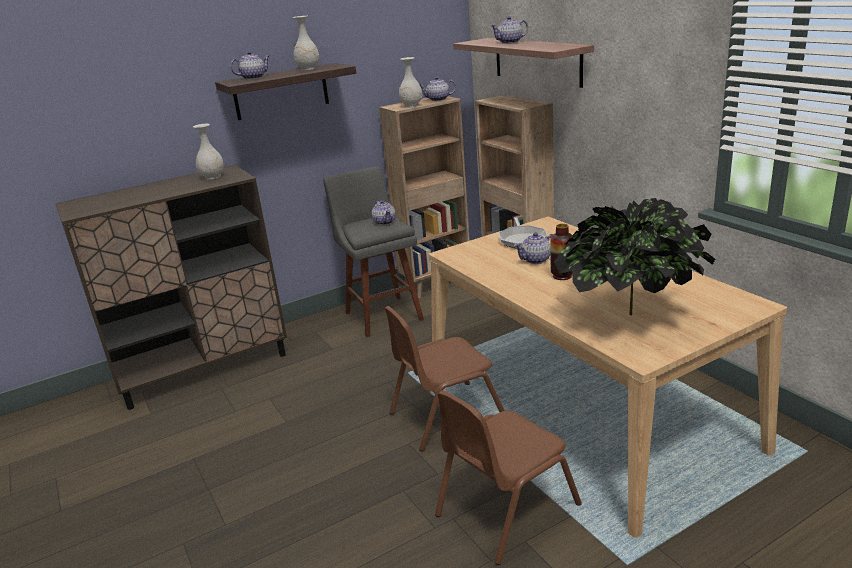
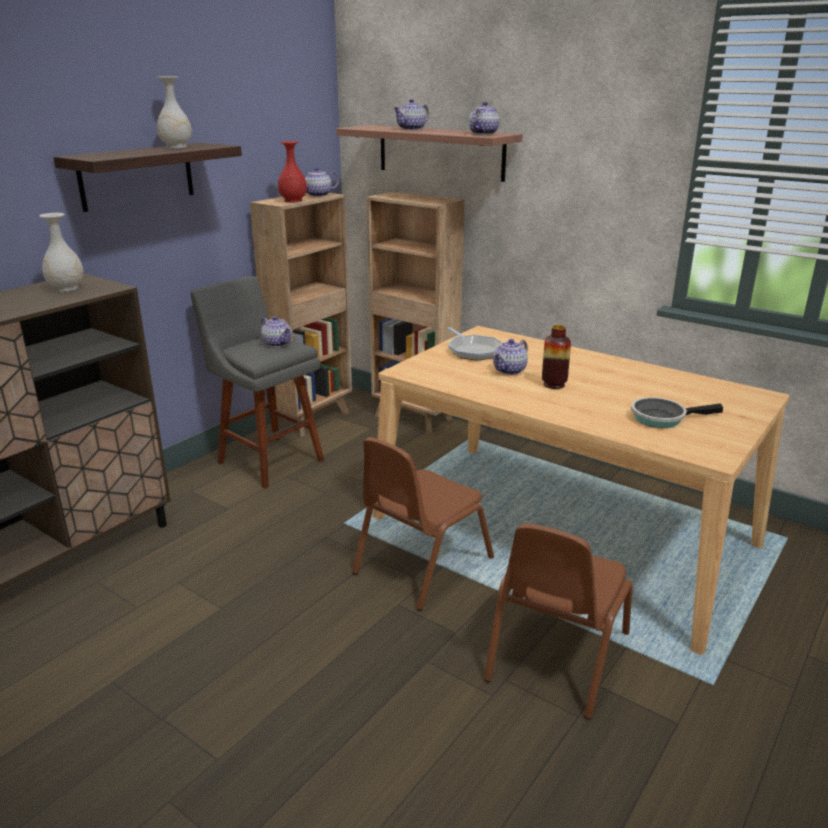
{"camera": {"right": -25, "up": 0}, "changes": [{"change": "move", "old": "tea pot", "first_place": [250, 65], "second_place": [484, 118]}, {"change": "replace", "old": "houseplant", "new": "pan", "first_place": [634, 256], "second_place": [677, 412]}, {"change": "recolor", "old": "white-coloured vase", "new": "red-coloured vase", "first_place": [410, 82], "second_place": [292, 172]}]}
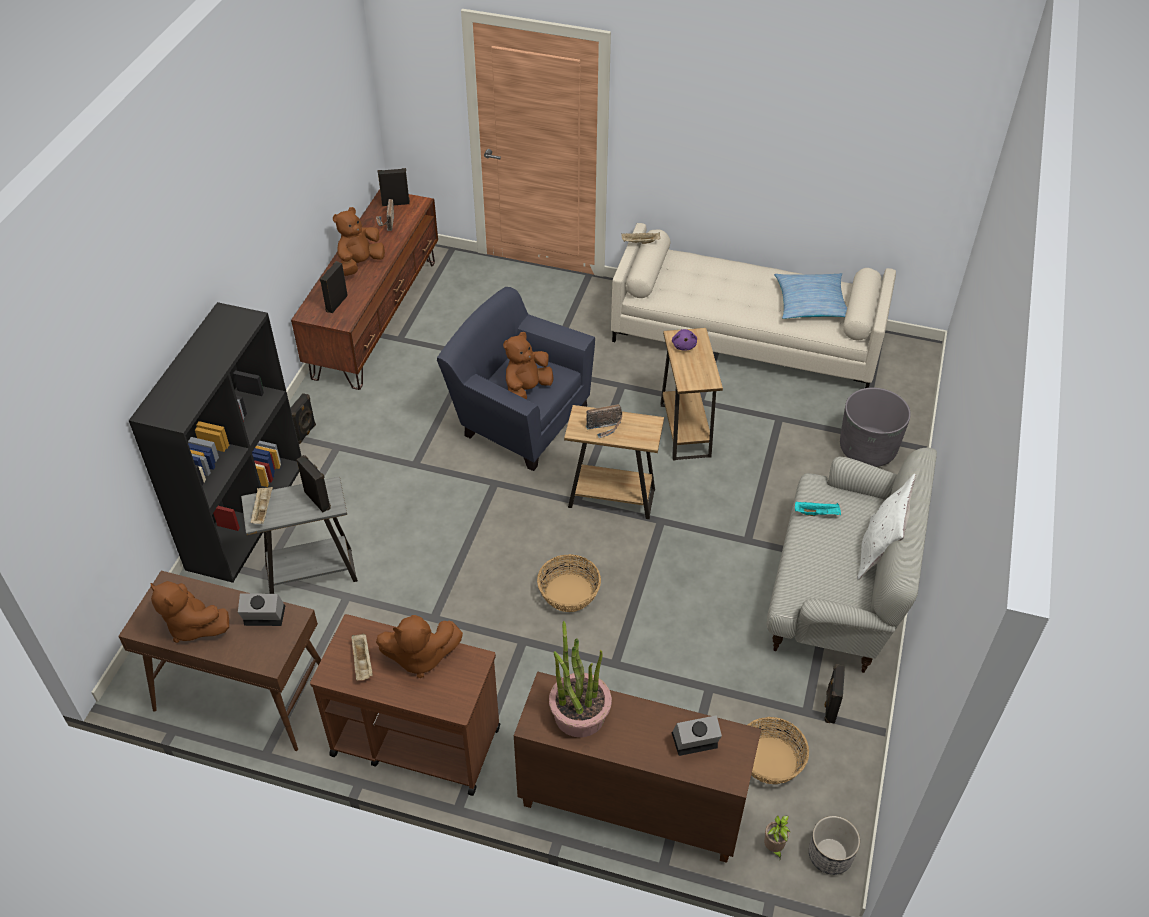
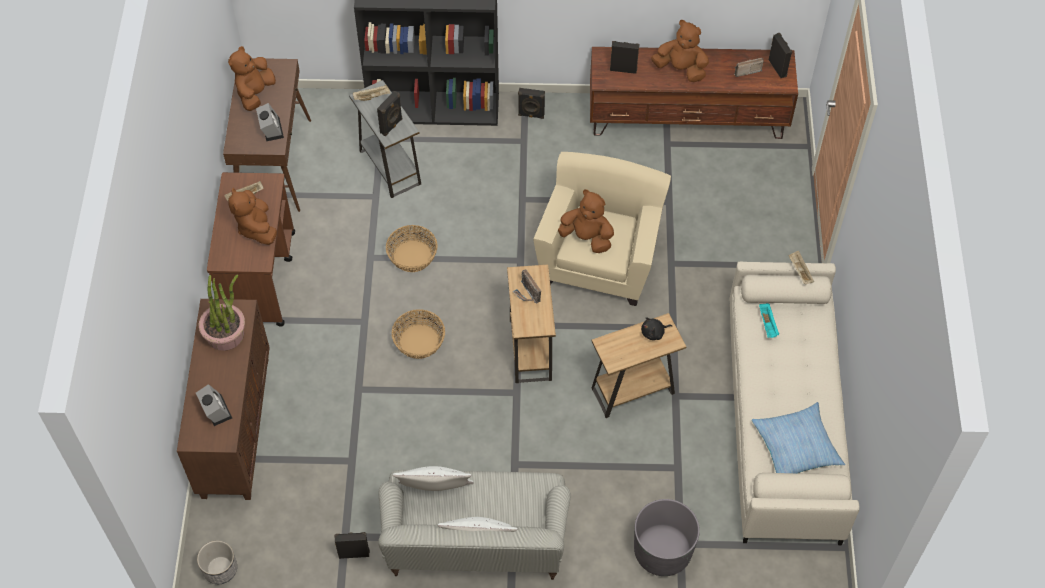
{"camera": {"right": 75, "up": 10}, "changes": [{"change": "delete", "old": "houseplant", "first_place": [777, 837]}, {"change": "insert", "new": "white-coloured cushion", "second_place": [433, 478]}, {"change": "move", "old": "storage basket", "first_place": [778, 750], "second_place": [412, 248]}, {"change": "move", "old": "blue-green serving tray", "first_place": [818, 508], "second_place": [769, 320]}, {"change": "recolor", "old": "bluish lounge chair", "new": "beige-coloured lounge chair", "first_place": [516, 379], "second_place": [602, 229]}, {"change": "recolor", "old": "purple-coloured cuddly toy", "new": "black-coloured cuddly toy", "first_place": [684, 340], "second_place": [656, 328]}]}
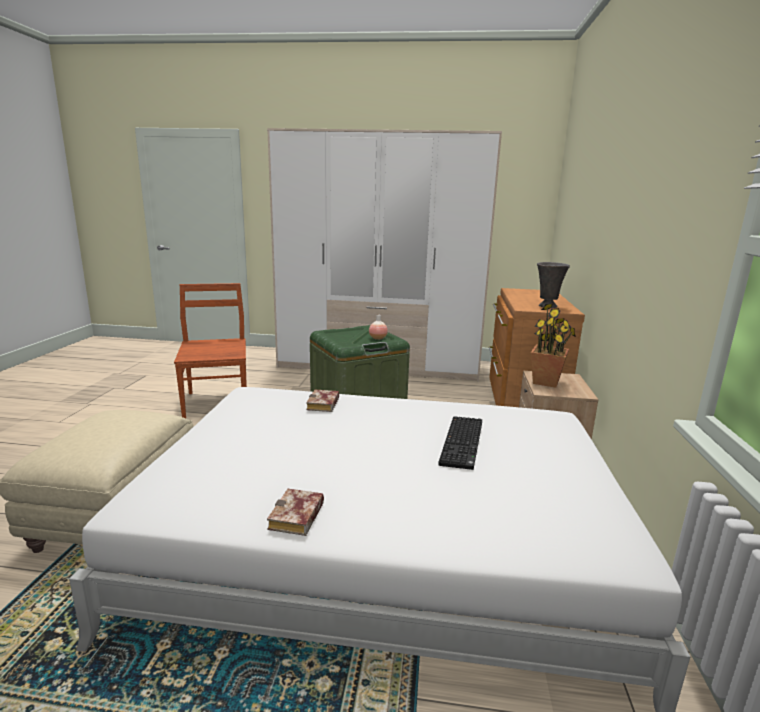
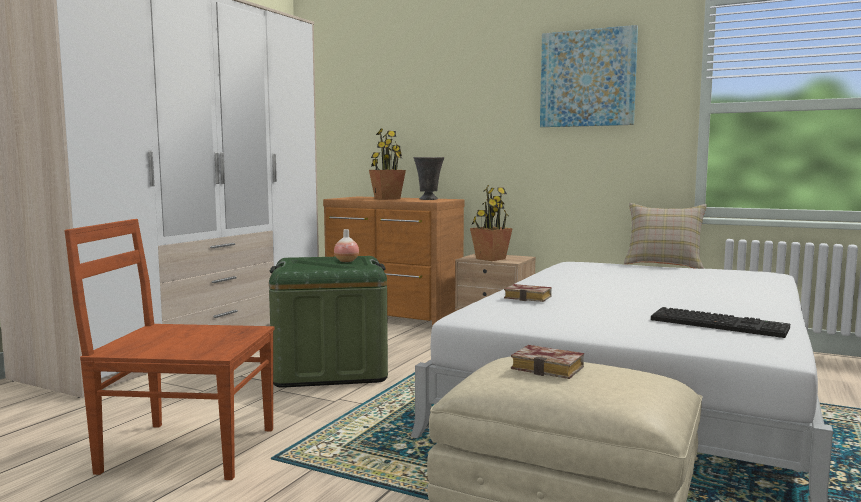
{"camera": {"right": -70, "up": -10}, "changes": [{"change": "insert", "new": "houseplant", "second_place": [387, 164]}, {"change": "insert", "new": "wall picture", "second_place": [589, 76]}, {"change": "insert", "new": "beige-coloured cushion", "second_place": [665, 236]}, {"change": "move", "old": "book", "first_place": [295, 512], "second_place": [547, 362]}, {"change": "move", "old": "PC keyboard", "first_place": [460, 443], "second_place": [720, 322]}]}
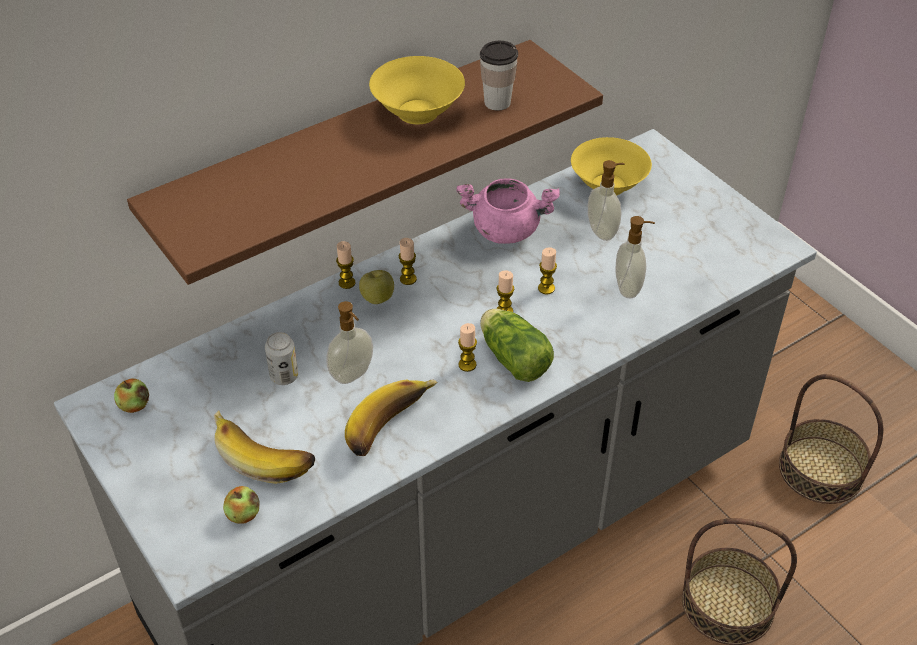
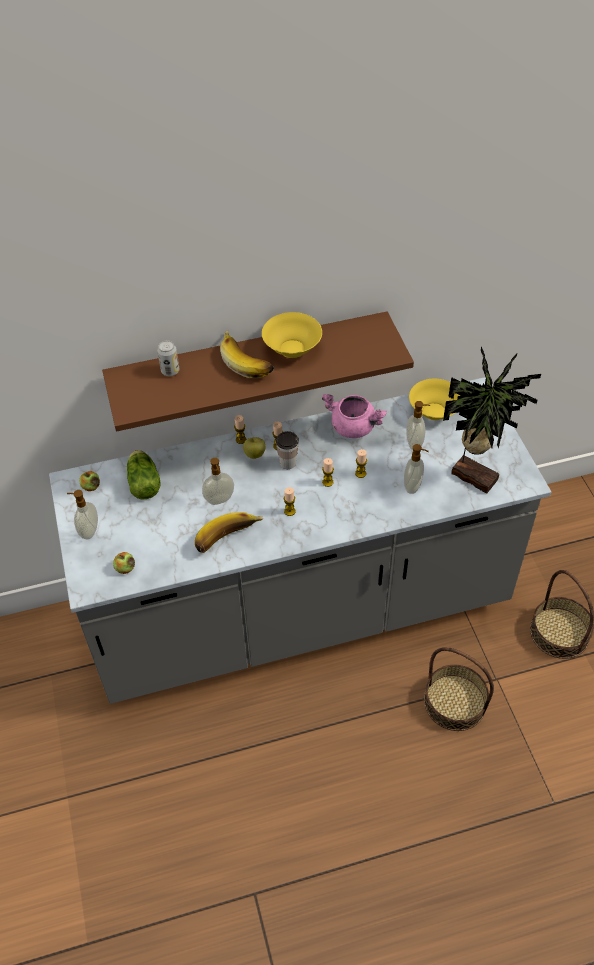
{"camera": {"right": 20, "up": 5}, "changes": [{"change": "insert", "new": "liquid soap bottle", "second_place": [82, 514]}, {"change": "insert", "new": "houseplant", "second_place": [492, 419]}, {"change": "move", "old": "whole banana", "first_place": [264, 447], "second_place": [247, 354]}, {"change": "move", "old": "sealed can", "first_place": [281, 358], "second_place": [168, 358]}, {"change": "move", "old": "drinking cup", "first_place": [499, 76], "second_place": [287, 450]}, {"change": "move", "old": "lettuce head", "first_place": [517, 345], "second_place": [144, 474]}]}
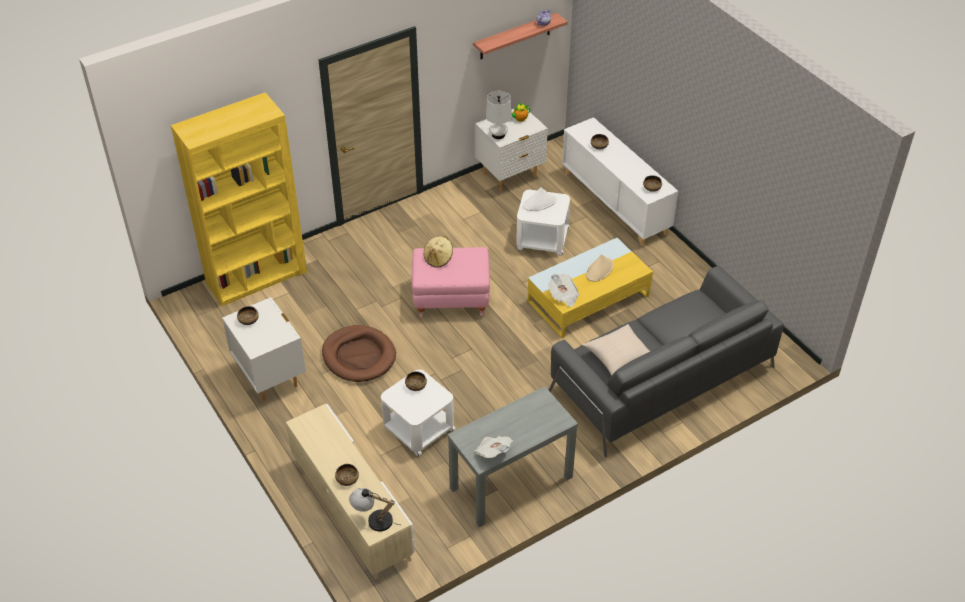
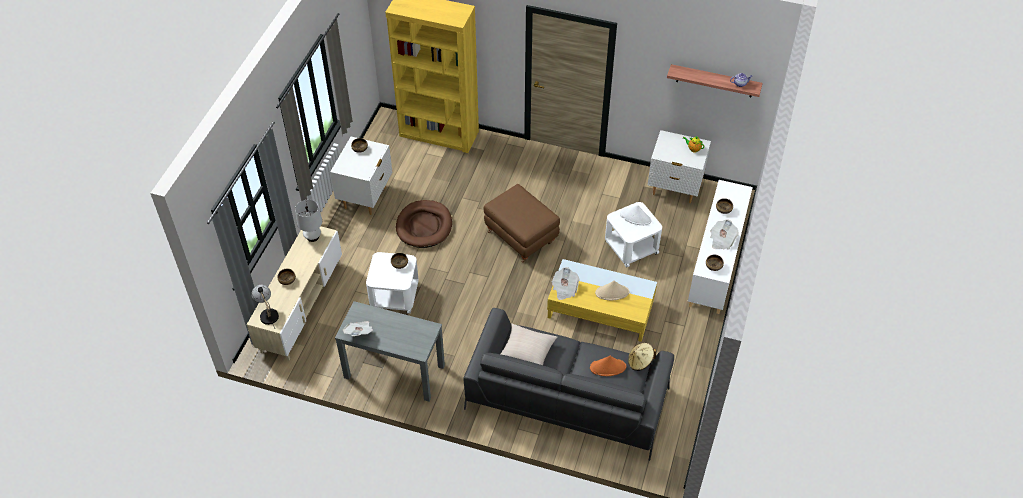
{"camera": {"right": 50, "up": 5}, "changes": [{"change": "insert", "new": "orange-coloured hat", "second_place": [608, 366]}, {"change": "insert", "new": "printed paper", "second_place": [724, 234]}, {"change": "move", "old": "beige-coloured hat", "first_place": [438, 252], "second_place": [642, 357]}, {"change": "move", "old": "white-coloured lamp for a table", "first_place": [499, 115], "second_place": [308, 221]}, {"change": "recolor", "old": "pinkish ottoman", "new": "brown-coloured ottoman", "first_place": [451, 282], "second_place": [522, 223]}]}
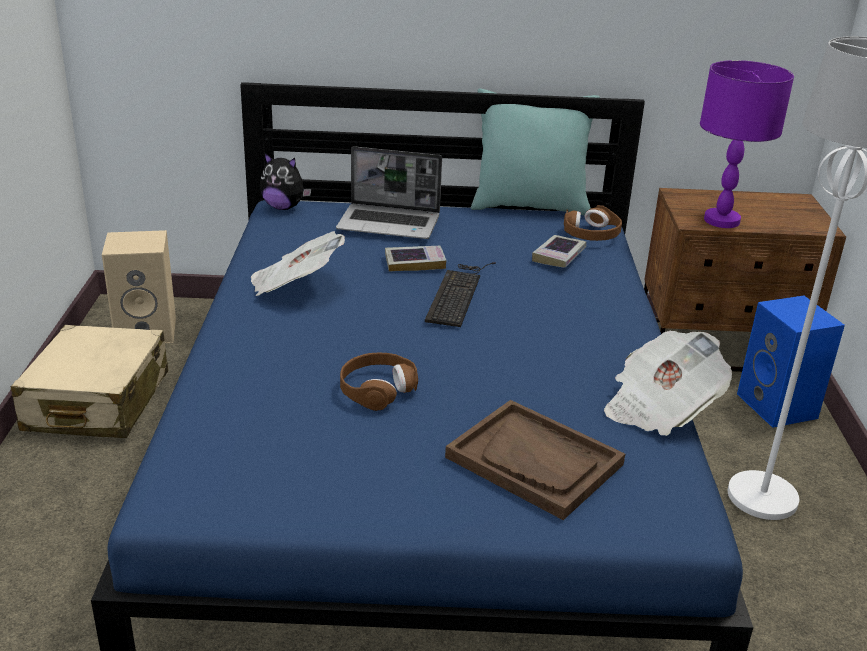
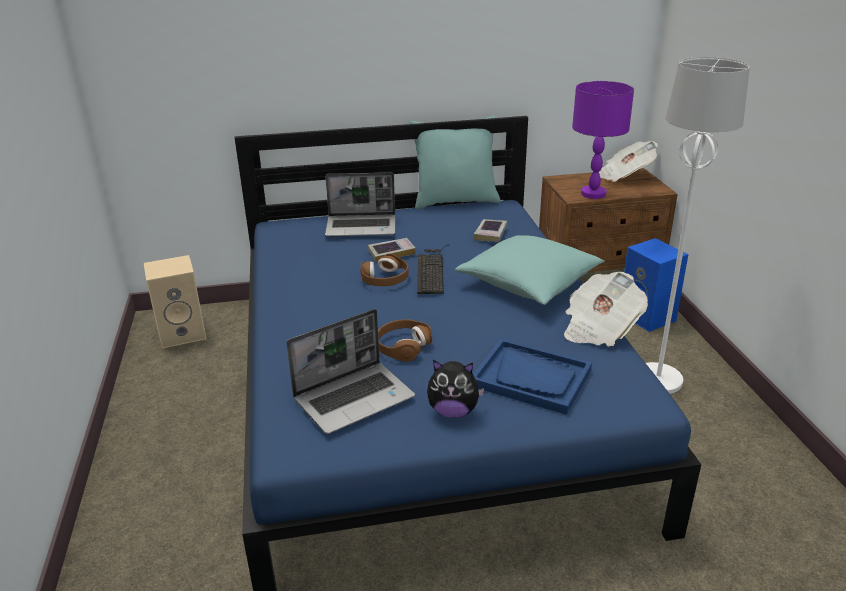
{"camera": {"right": -10, "up": 0}, "changes": [{"change": "delete", "old": "beige-coloured travel case", "first_place": [89, 381]}, {"change": "insert", "new": "laptop", "second_place": [350, 371]}, {"change": "insert", "new": "blue-green cushion", "second_place": [530, 270]}, {"change": "move", "old": "printed paper", "first_place": [298, 263], "second_place": [629, 161]}, {"change": "move", "old": "cuddly toy", "first_place": [285, 181], "second_place": [455, 389]}, {"change": "move", "old": "brown-coloured headphones", "first_place": [593, 223], "second_place": [384, 269]}, {"change": "recolor", "old": "brown-coloured serving tray", "new": "bluish serving tray", "first_place": [535, 460], "second_place": [532, 377]}]}
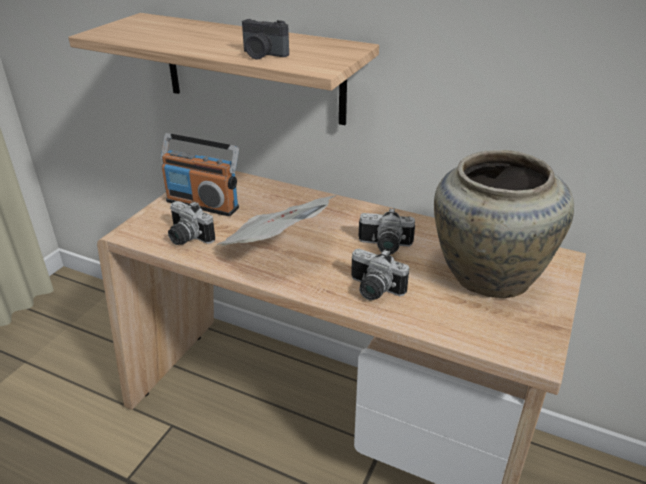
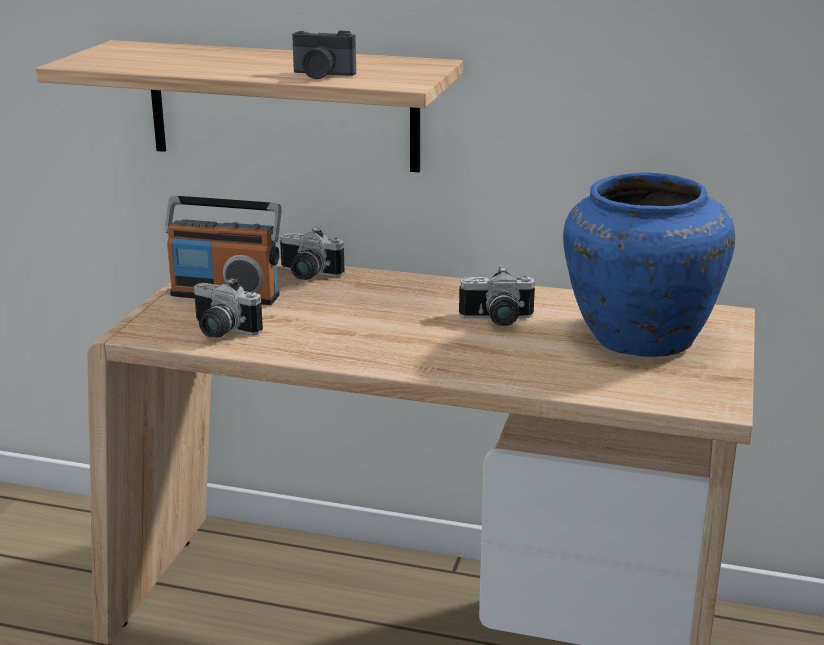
{"camera": {"right": -10, "up": -10}, "changes": [{"change": "delete", "old": "printed paper", "first_place": [277, 220]}, {"change": "move", "old": "photo camera", "first_place": [380, 274], "second_place": [312, 253]}, {"change": "recolor", "old": "beige-coloured vase", "new": "bluish vase", "first_place": [504, 224], "second_place": [649, 264]}]}
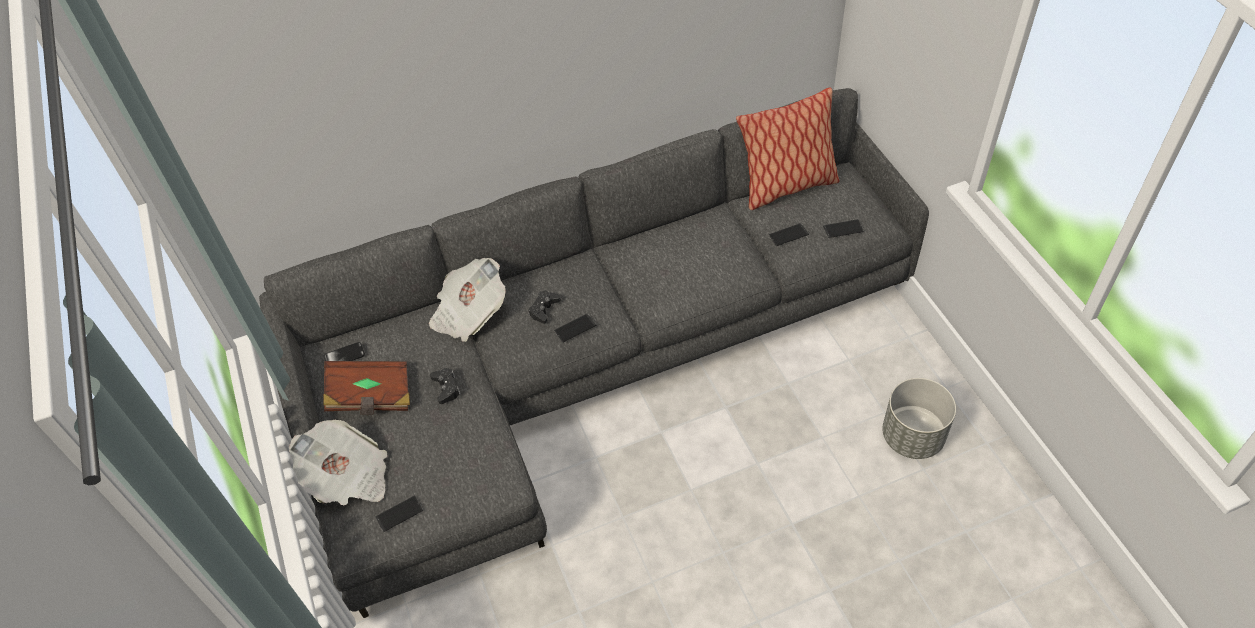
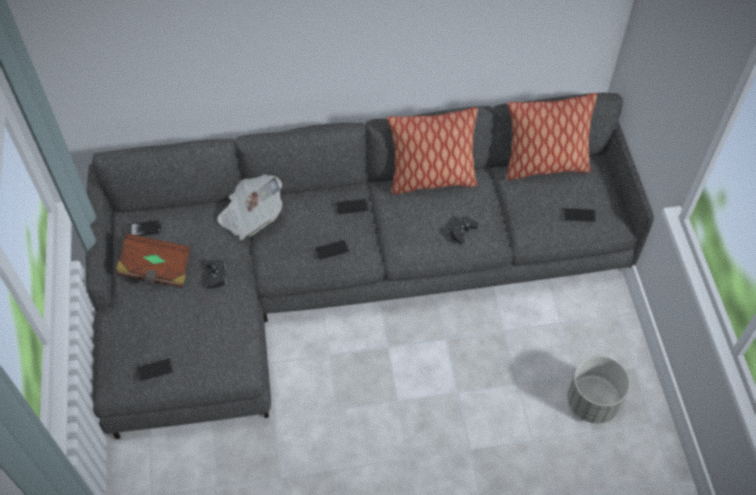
{"camera": {"right": 10, "up": 5}, "changes": [{"change": "delete", "old": "printed paper", "first_place": [338, 462]}, {"change": "insert", "new": "cushion", "second_place": [432, 151]}, {"change": "move", "old": "black-coloured game controller", "first_place": [544, 307], "second_place": [464, 231]}, {"change": "move", "old": "telephone", "first_place": [789, 234], "second_place": [352, 206]}]}
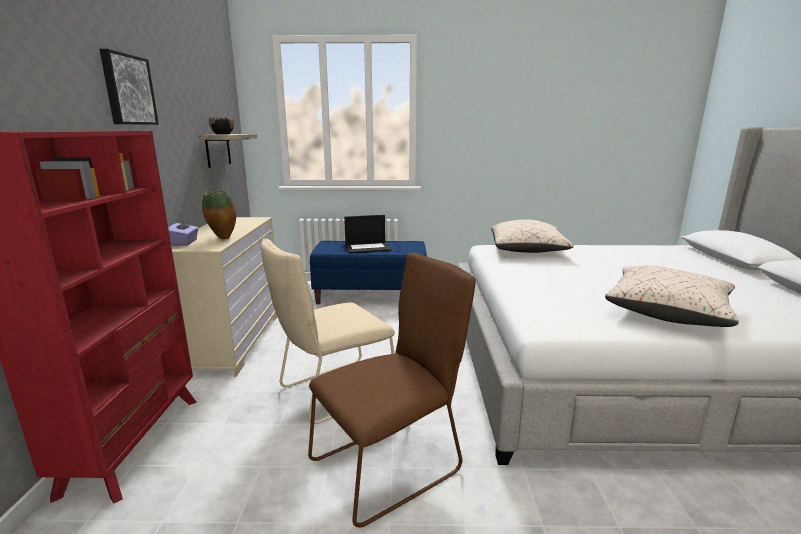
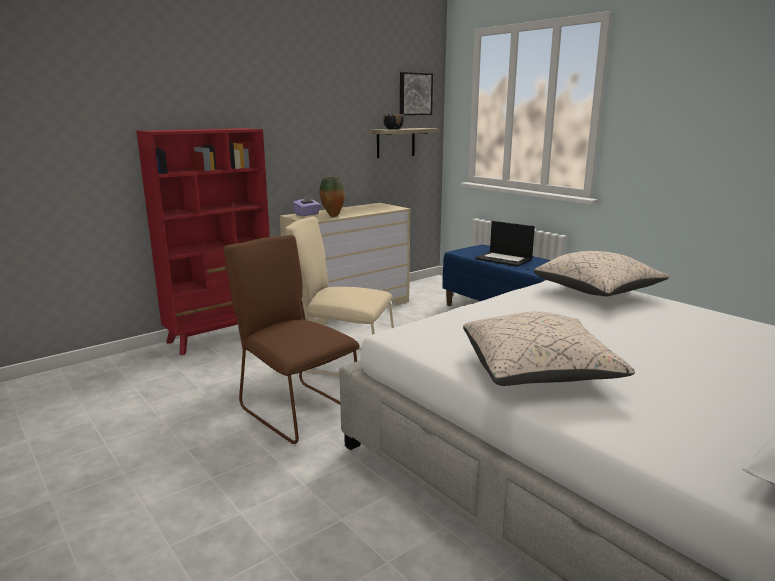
{"camera": {"right": 50, "up": 0}, "changes": [{"change": "move", "old": "wall picture", "first_place": [129, 87], "second_place": [416, 93]}, {"change": "rotate", "old": "brown-coloured plain chair", "first_place": [392, 390], "second_place": [292, 339], "degrees": -150}]}
